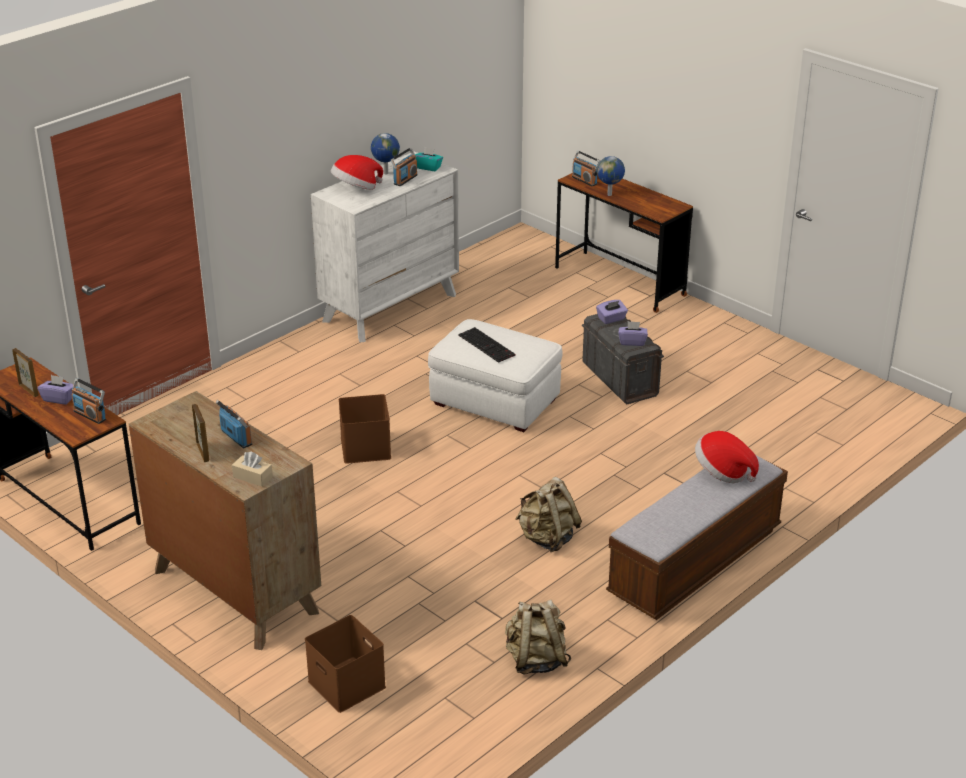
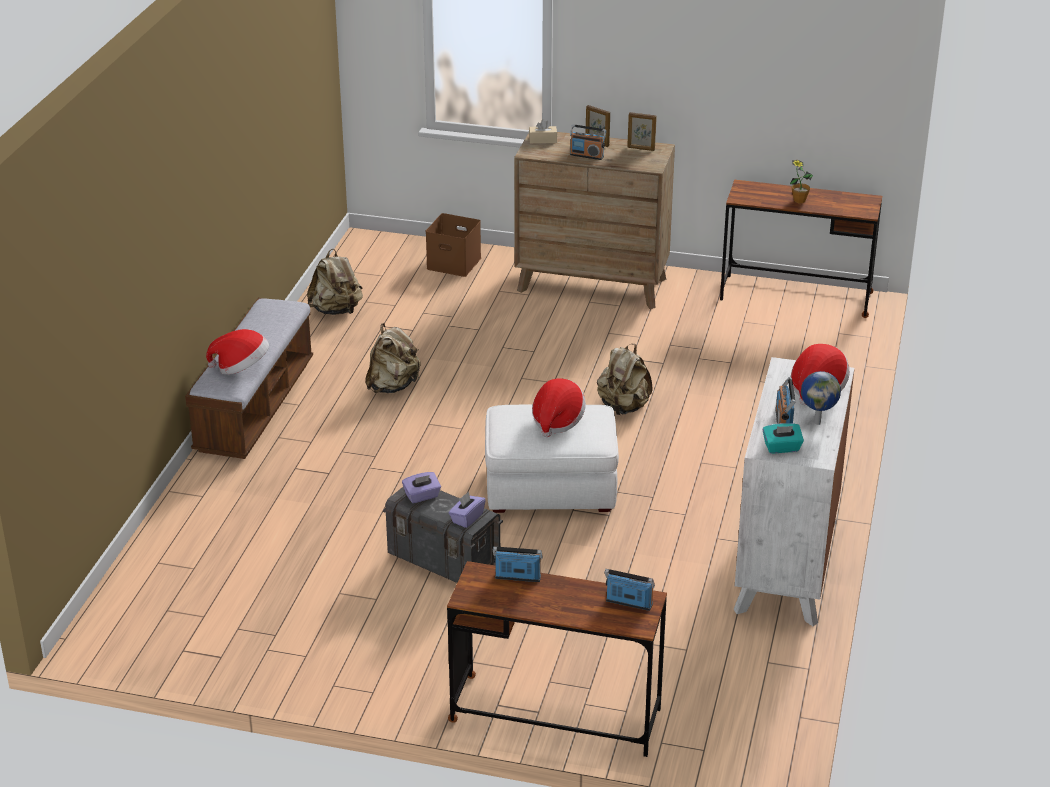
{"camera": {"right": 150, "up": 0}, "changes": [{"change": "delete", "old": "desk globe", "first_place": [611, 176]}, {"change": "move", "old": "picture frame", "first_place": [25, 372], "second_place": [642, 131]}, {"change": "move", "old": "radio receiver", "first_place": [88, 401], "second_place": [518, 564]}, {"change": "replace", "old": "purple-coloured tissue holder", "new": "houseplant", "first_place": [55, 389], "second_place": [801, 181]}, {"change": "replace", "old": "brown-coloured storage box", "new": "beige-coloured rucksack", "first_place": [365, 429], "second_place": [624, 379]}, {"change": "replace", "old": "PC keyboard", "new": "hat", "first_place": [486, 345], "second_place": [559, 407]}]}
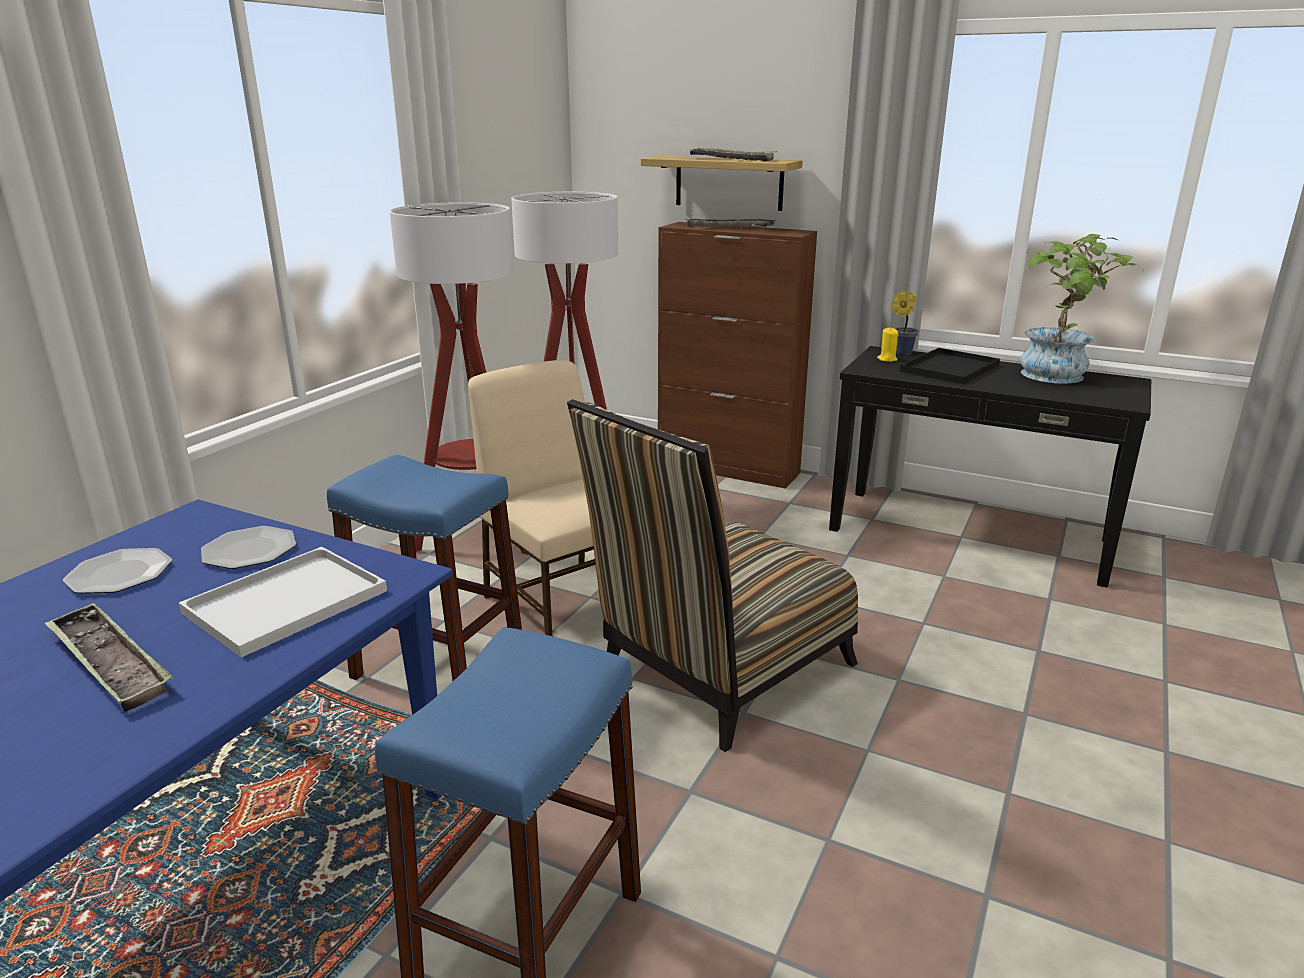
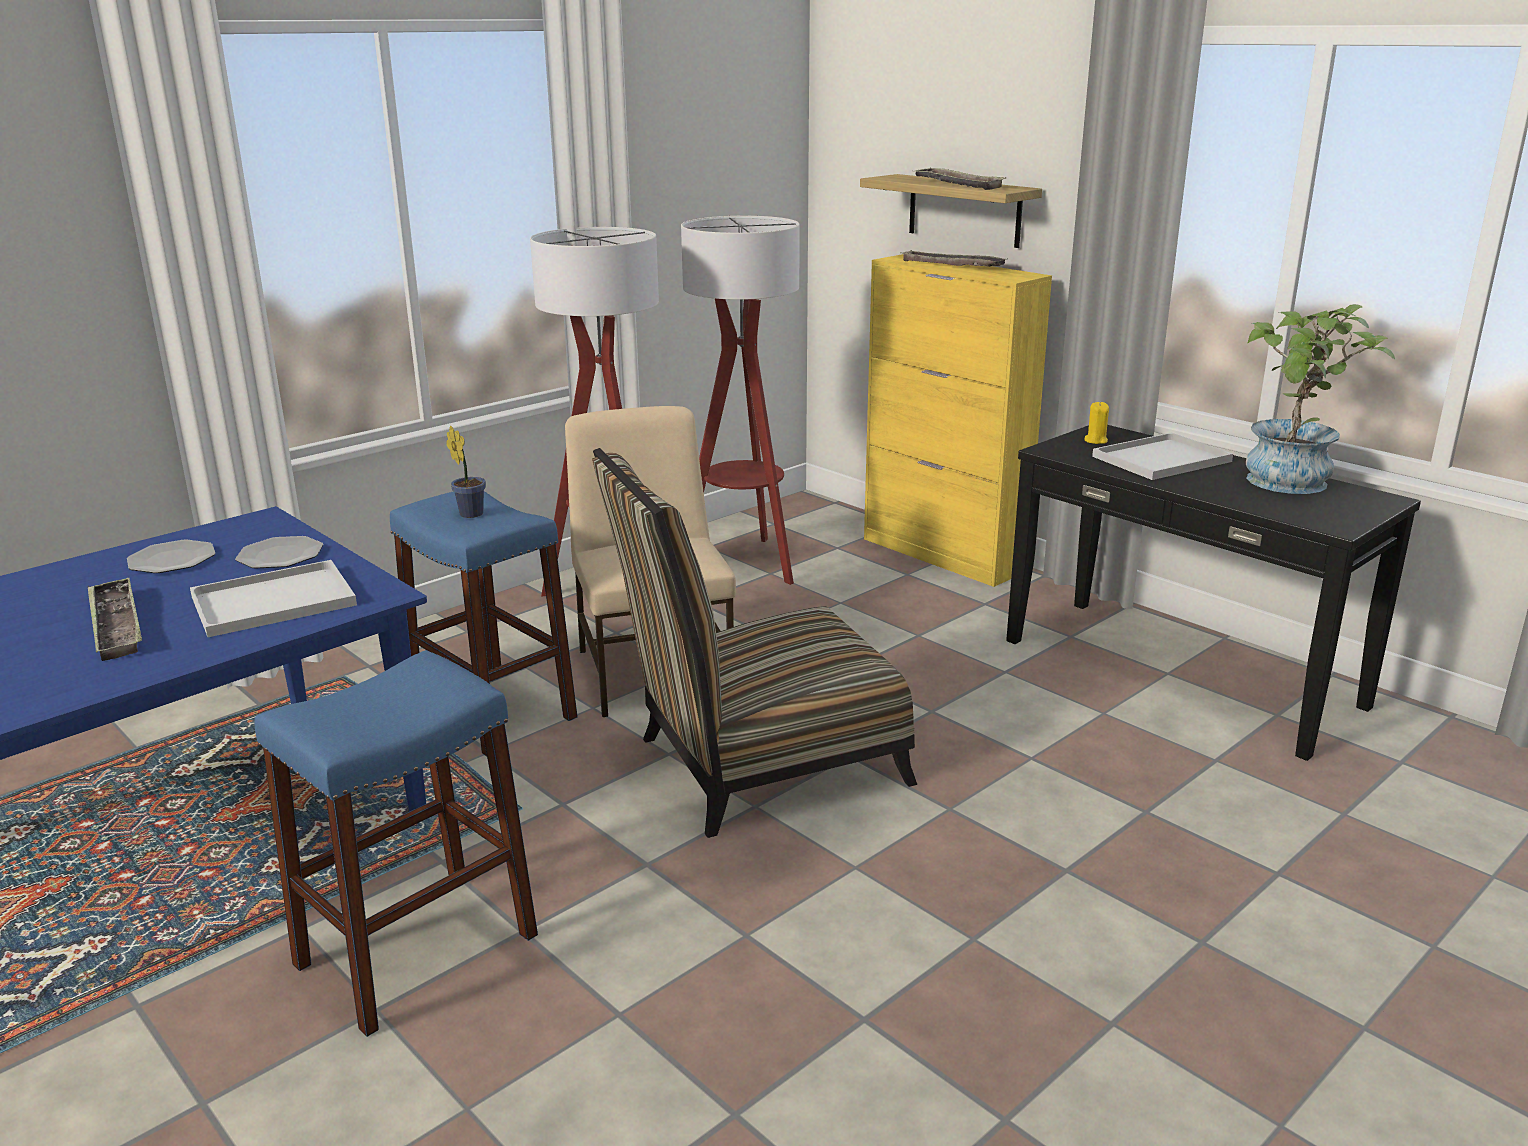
{"camera": {"right": 20, "up": 0}, "changes": [{"change": "move", "old": "houseplant", "first_place": [904, 322], "second_place": [466, 472]}, {"change": "recolor", "old": "brown-coloured cabinet", "new": "yellow-coloured cabinet", "first_place": [737, 355], "second_place": [958, 420]}, {"change": "recolor", "old": "black-coloured serving tray", "new": "white-coloured serving tray", "first_place": [950, 366], "second_place": [1162, 456]}]}
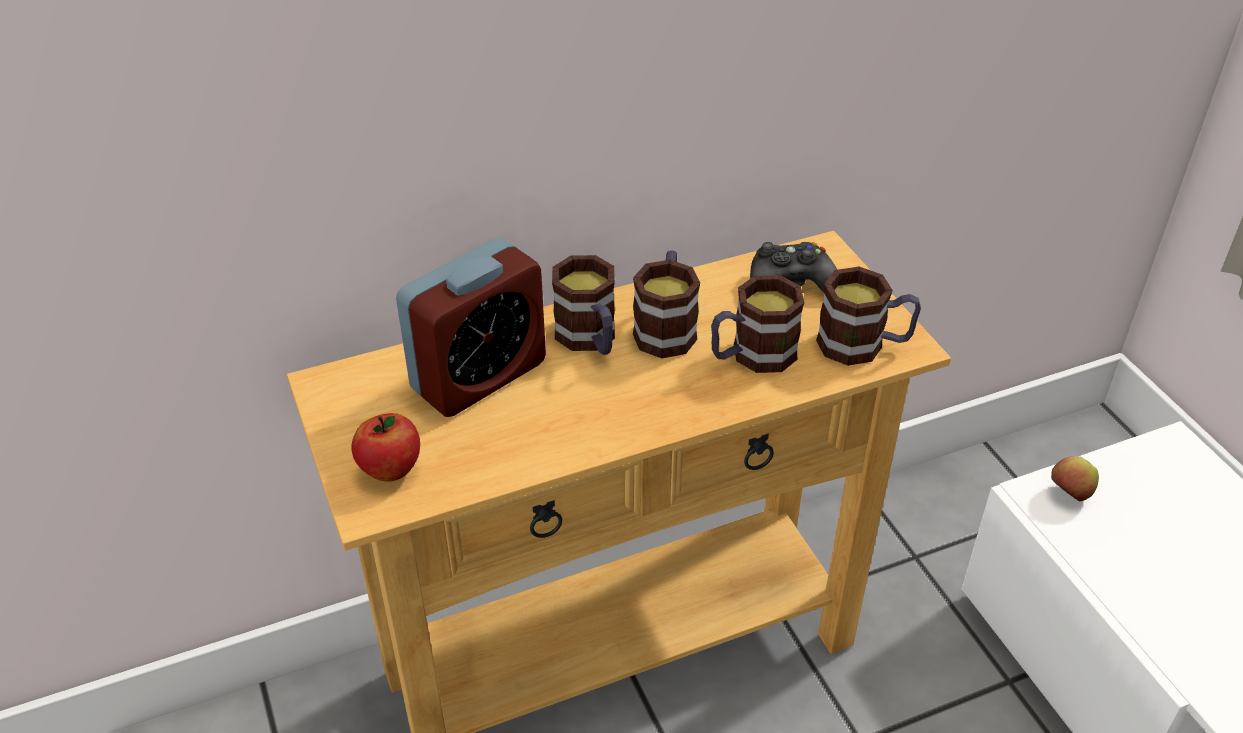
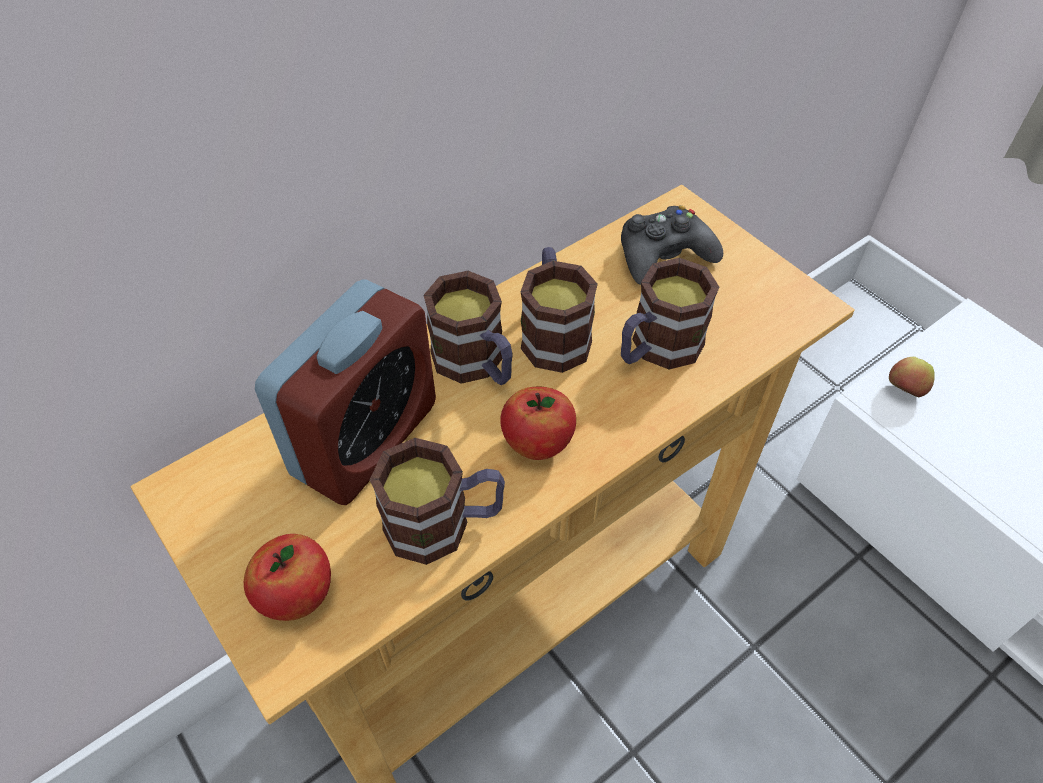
{"camera": {"right": -15, "up": 10}, "changes": [{"change": "insert", "new": "apple fruit", "second_place": [538, 423]}, {"change": "move", "old": "tea mug", "first_place": [868, 316], "second_place": [437, 501]}]}
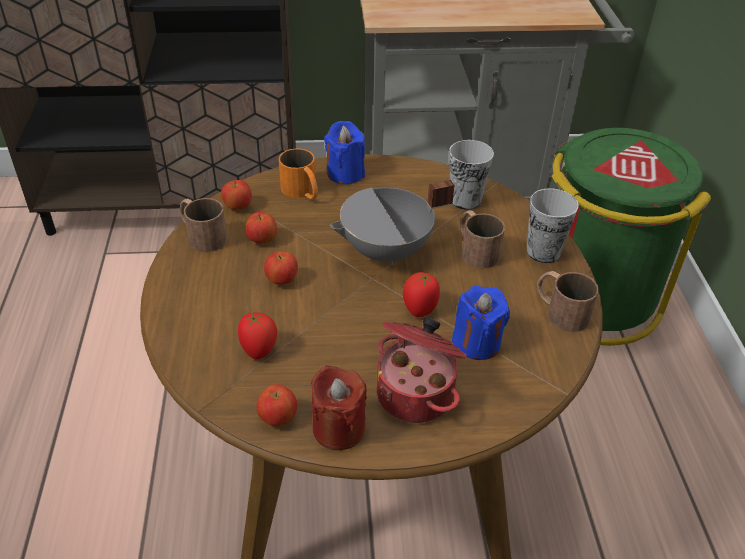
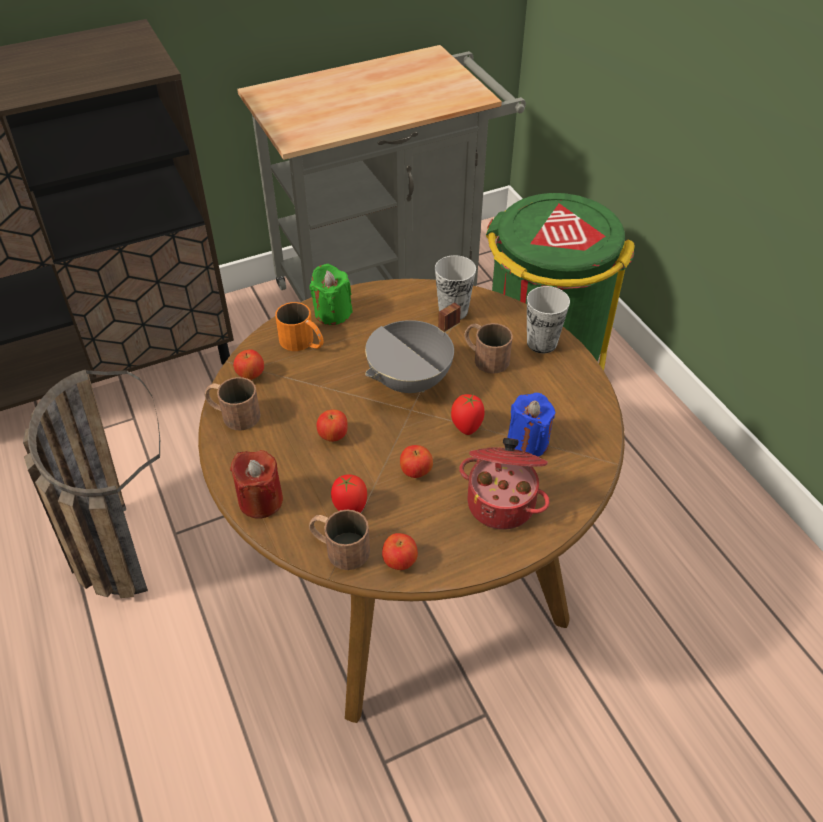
{"camera": {"right": -20, "up": 5}, "changes": [{"change": "insert", "new": "storage basket", "second_place": [91, 484]}, {"change": "move", "old": "apple fruit", "first_place": [261, 228], "second_place": [416, 461]}, {"change": "move", "old": "red-coloured wax candle", "first_place": [339, 407], "second_place": [256, 484]}, {"change": "move", "old": "brown-coloured tea mug", "first_place": [568, 301], "second_place": [339, 539]}, {"change": "recolor", "old": "bluish wax candle", "new": "green-coloured wax candle", "first_place": [344, 152], "second_place": [331, 294]}]}
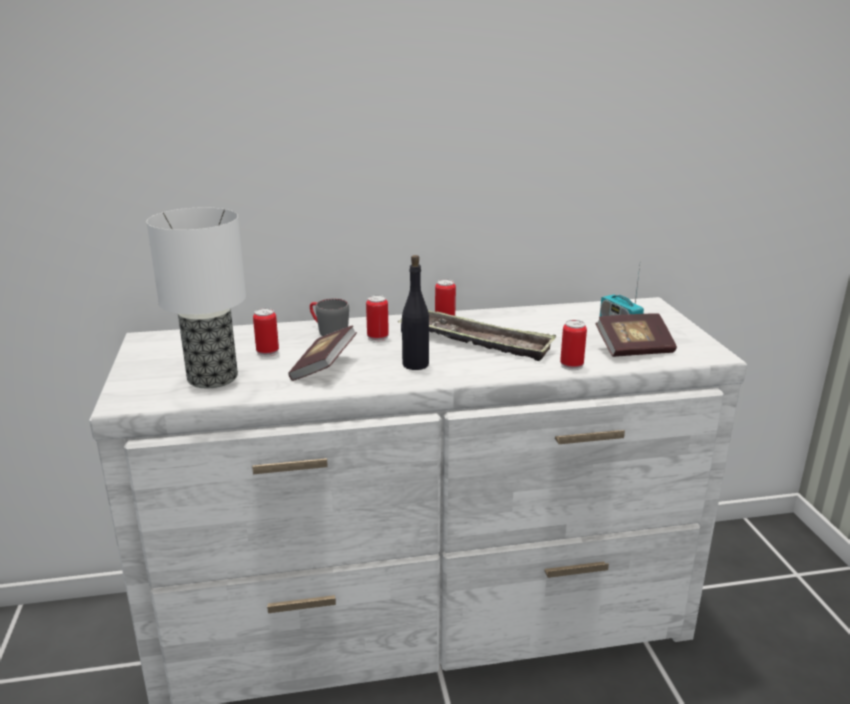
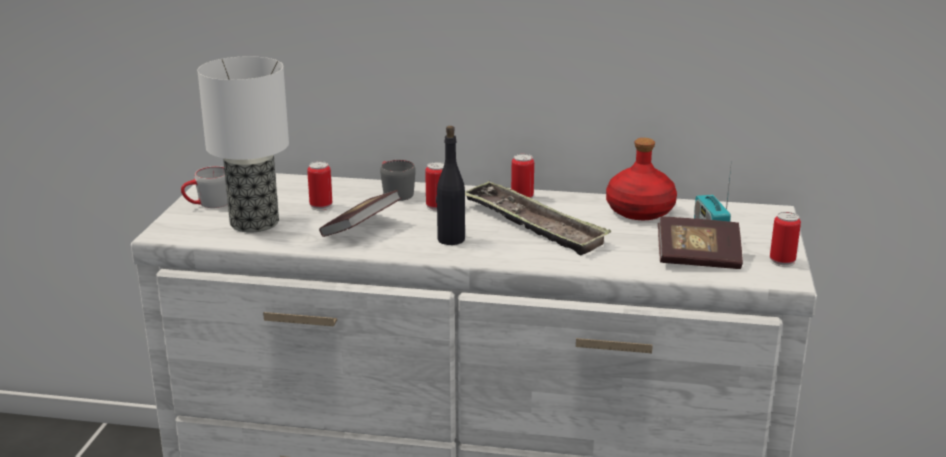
{"camera": {"right": 20, "up": 0}, "changes": [{"change": "insert", "new": "greyish tea mug", "second_place": [204, 187]}, {"change": "insert", "new": "red-coloured beverage bottle", "second_place": [641, 179]}, {"change": "move", "old": "sealed can", "first_place": [573, 345], "second_place": [785, 239]}]}
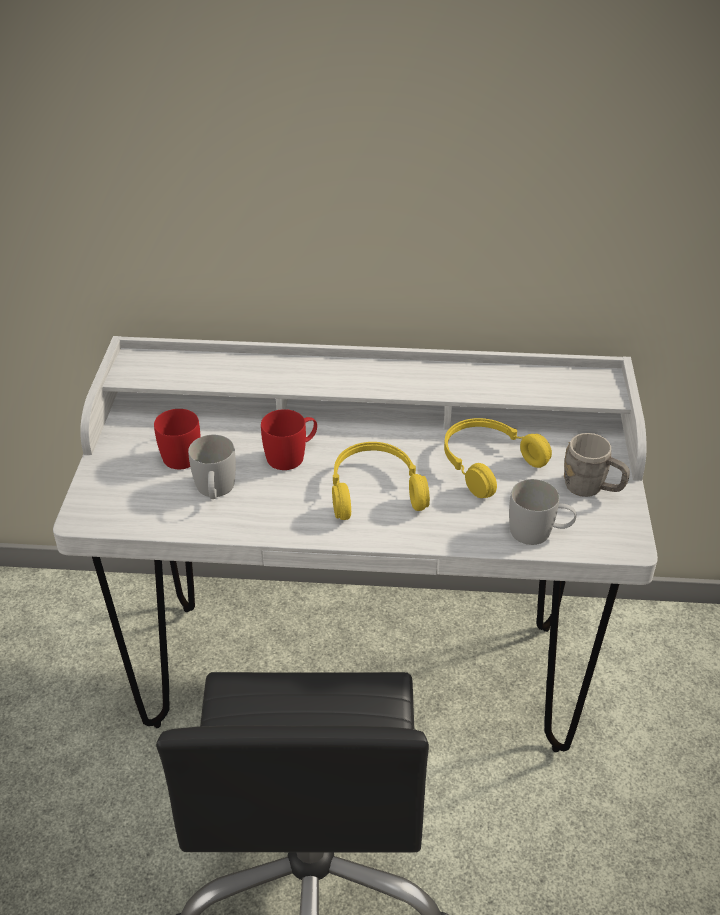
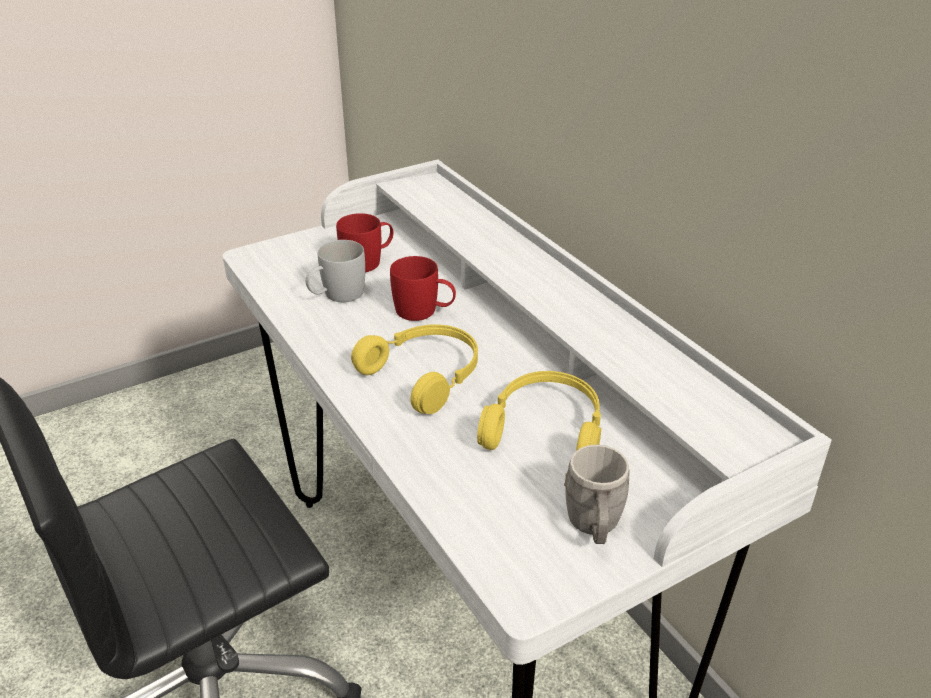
{"camera": {"right": 55, "up": -5}, "changes": [{"change": "delete", "old": "white-coloured tea mug", "first_place": [542, 512]}]}
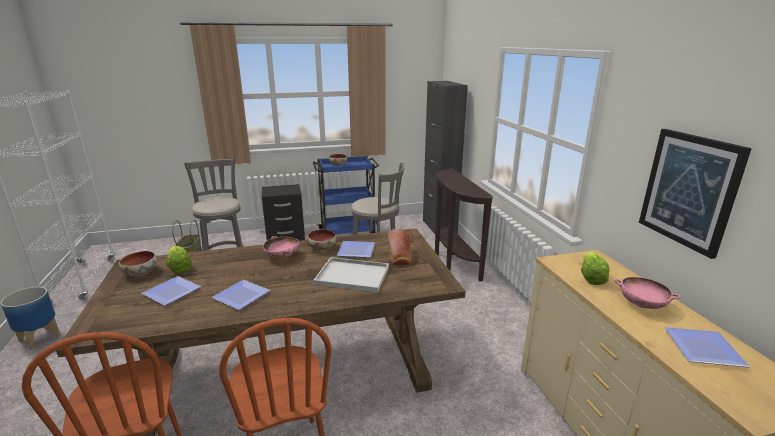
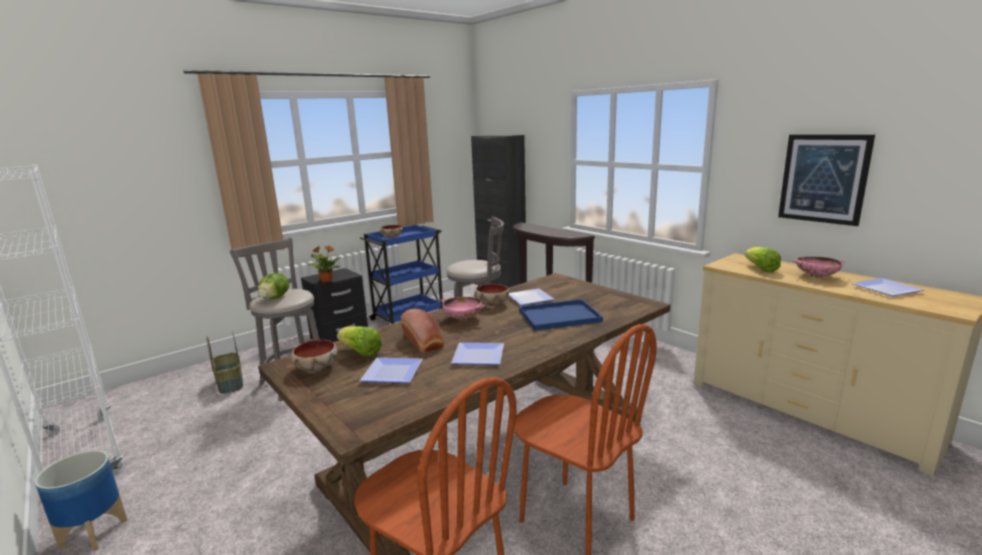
{"camera": {"right": -25, "up": -5}, "changes": [{"change": "insert", "new": "lettuce head", "second_place": [273, 286]}, {"change": "insert", "new": "houseplant", "second_place": [324, 264]}, {"change": "move", "old": "bread", "first_place": [399, 247], "second_place": [422, 330]}, {"change": "recolor", "old": "white-coloured serving tray", "new": "bluish serving tray", "first_place": [351, 274], "second_place": [561, 315]}]}
